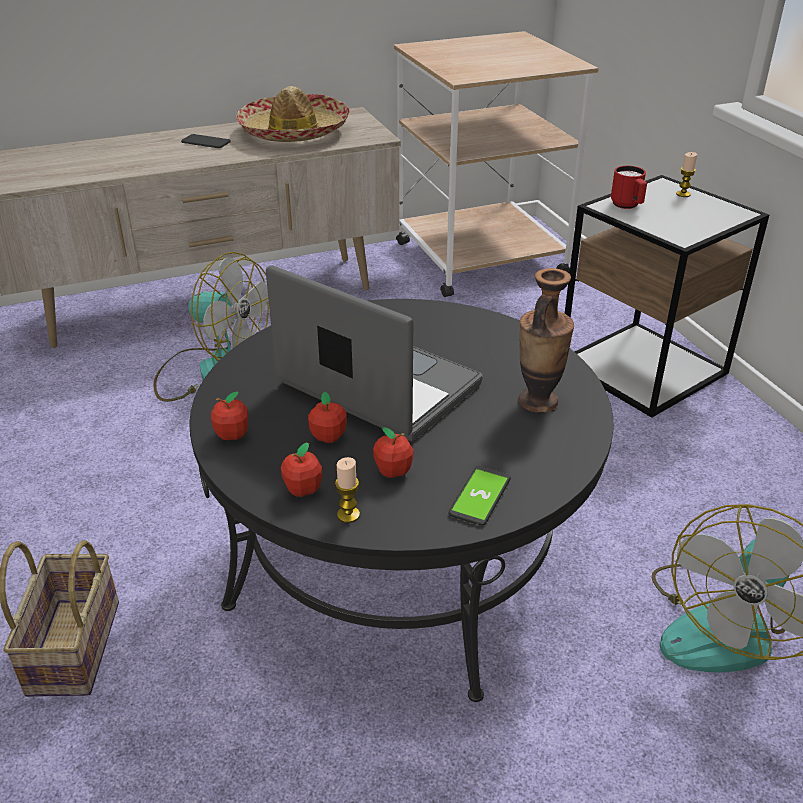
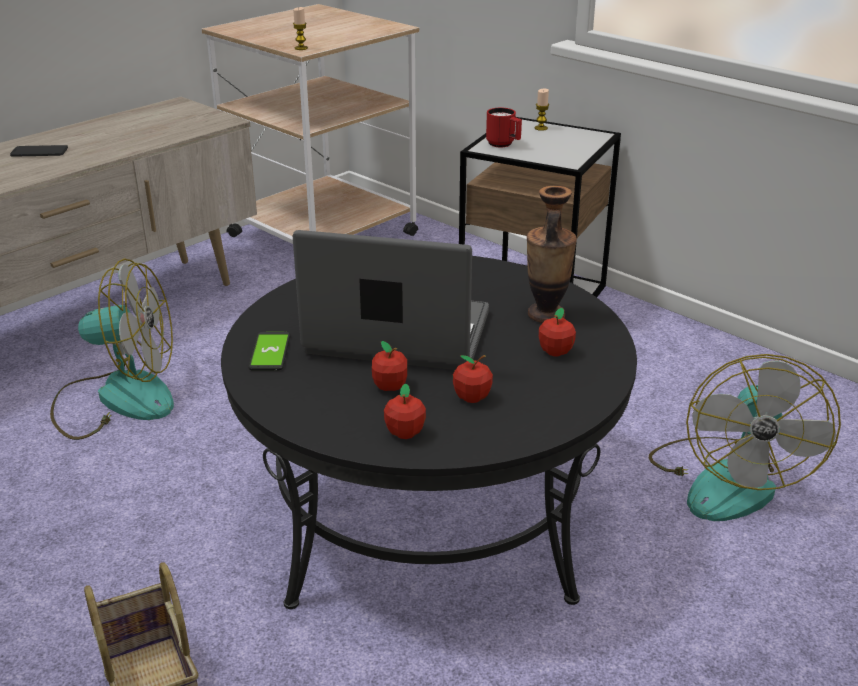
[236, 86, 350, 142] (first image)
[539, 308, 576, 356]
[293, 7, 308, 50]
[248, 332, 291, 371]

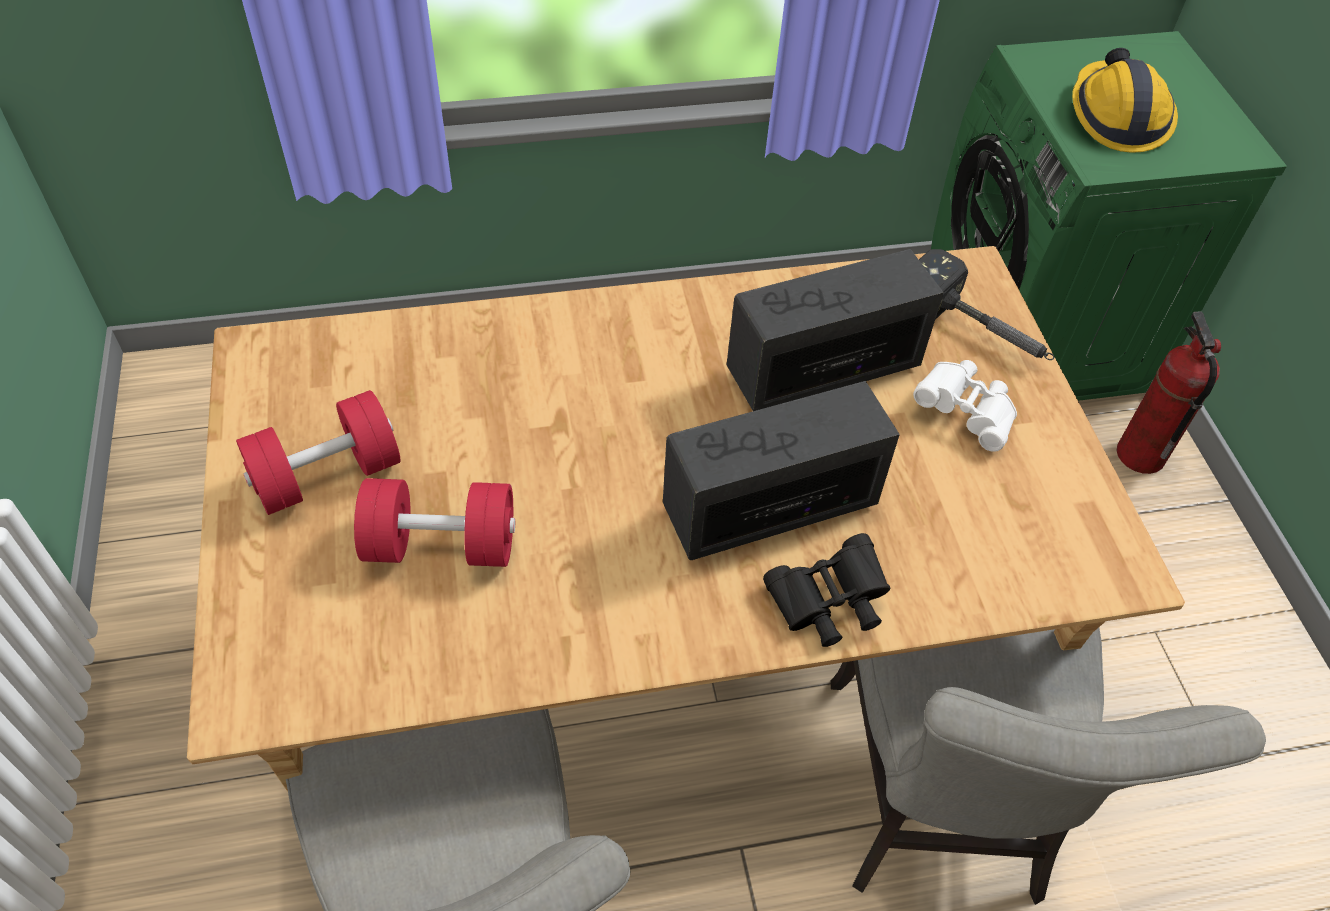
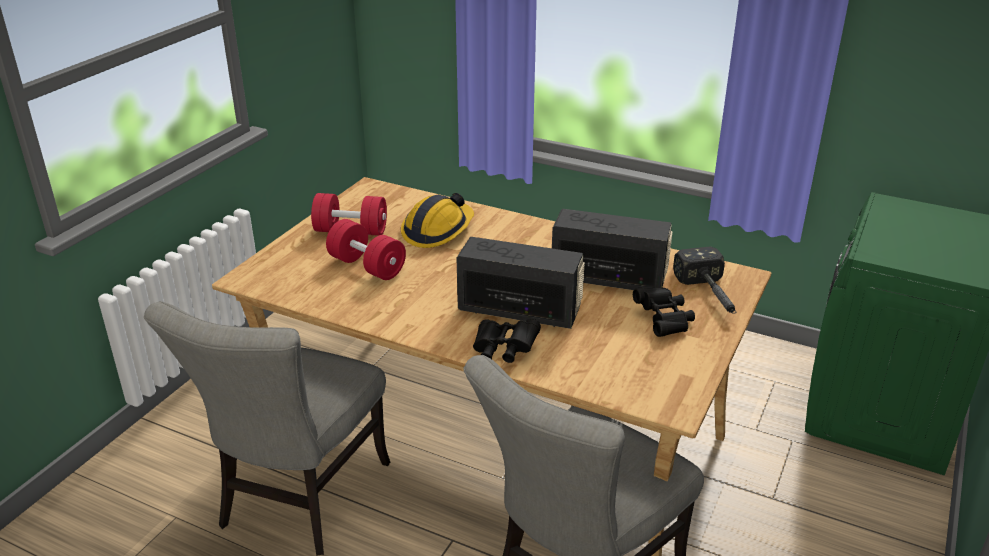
[401, 193, 474, 248]
[1116, 311, 1221, 474] (first image)
[633, 287, 695, 337]

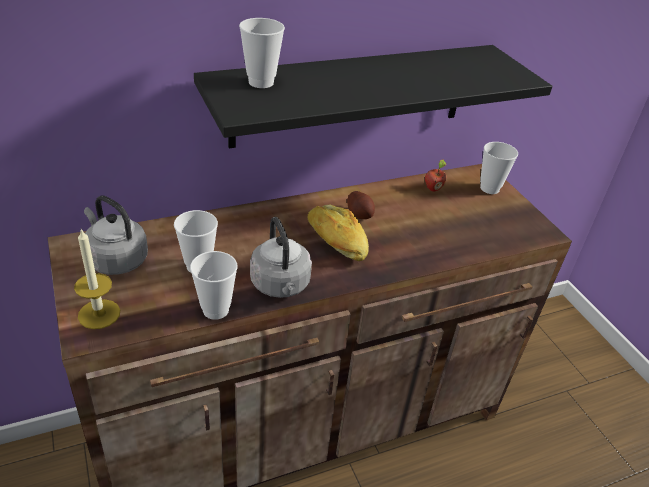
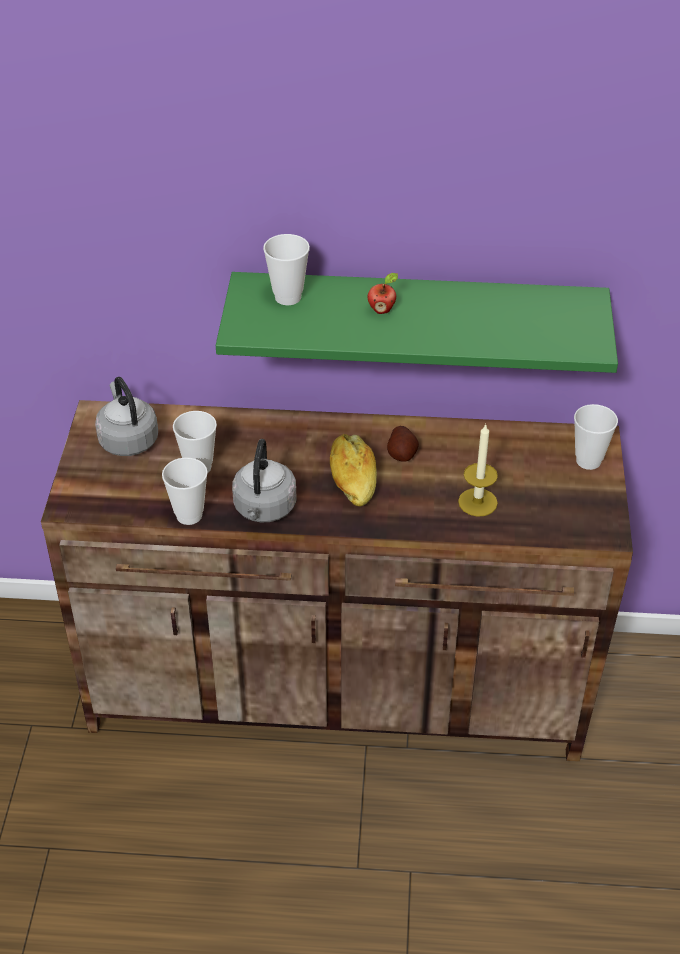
[216, 272, 618, 373]
[368, 273, 398, 314]
[458, 423, 498, 517]

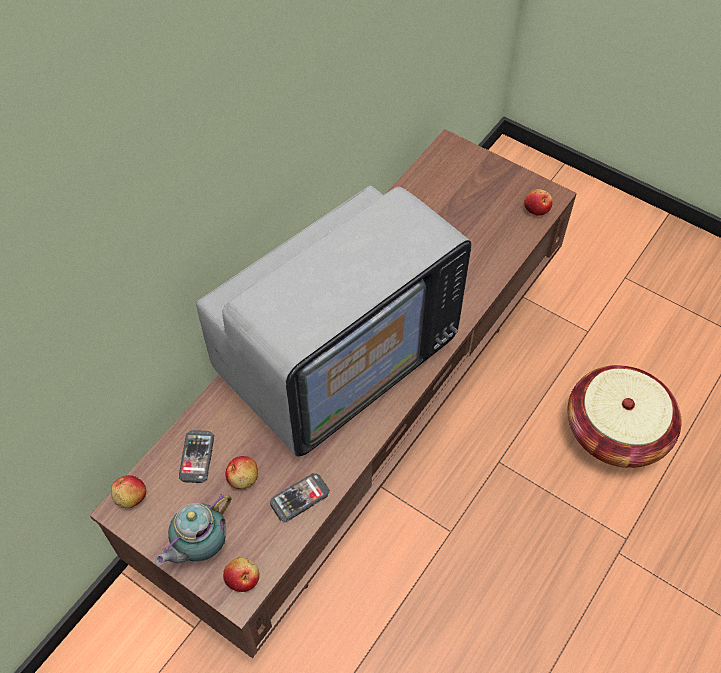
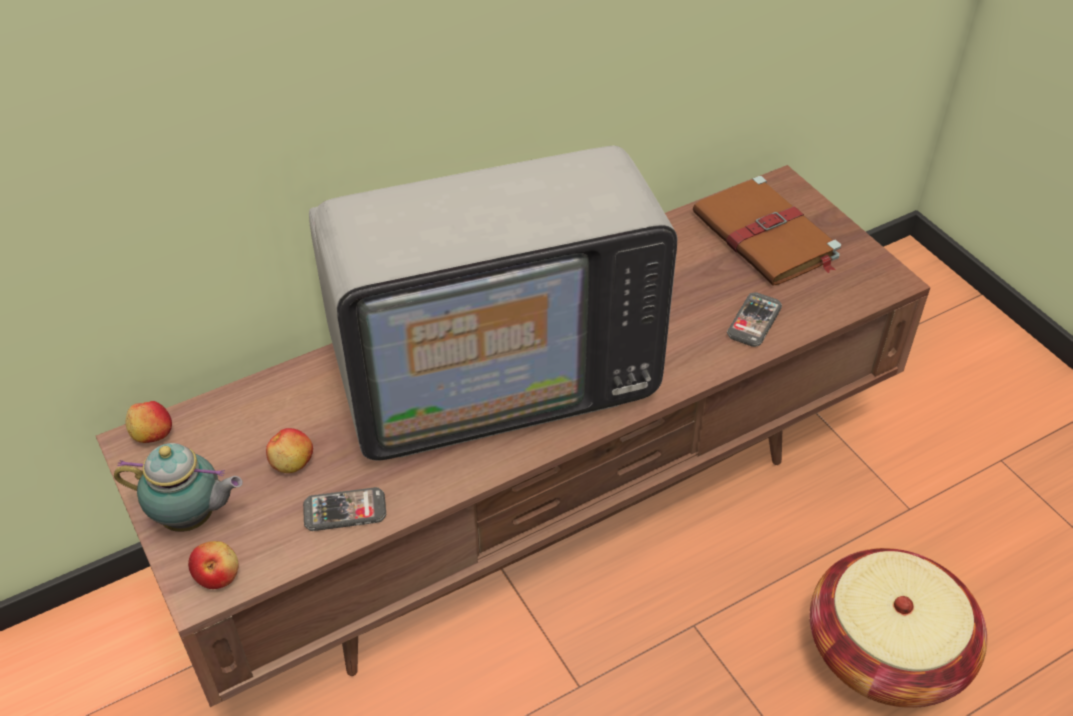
[524, 189, 553, 216] (first image)
[727, 292, 782, 347]
[114, 443, 243, 532]
[693, 176, 841, 286]

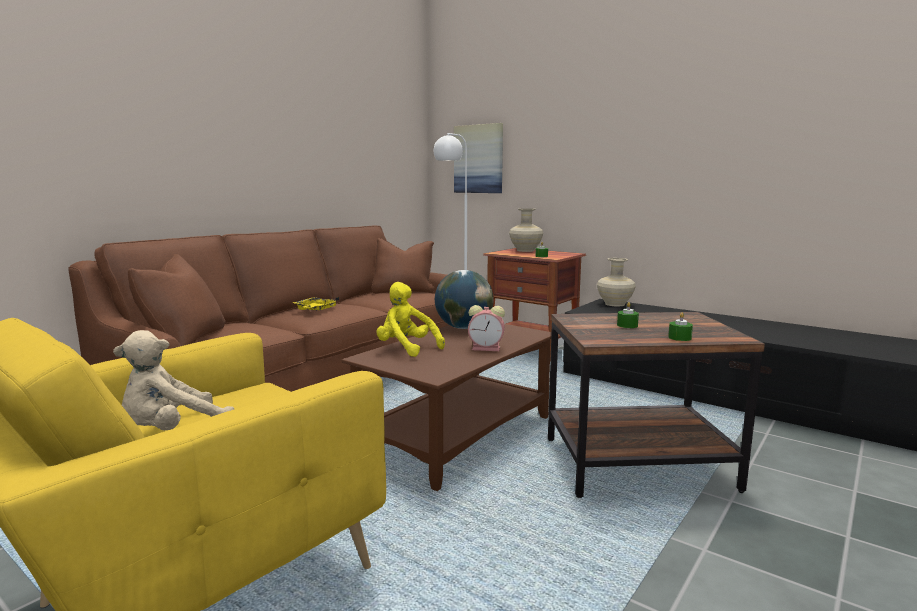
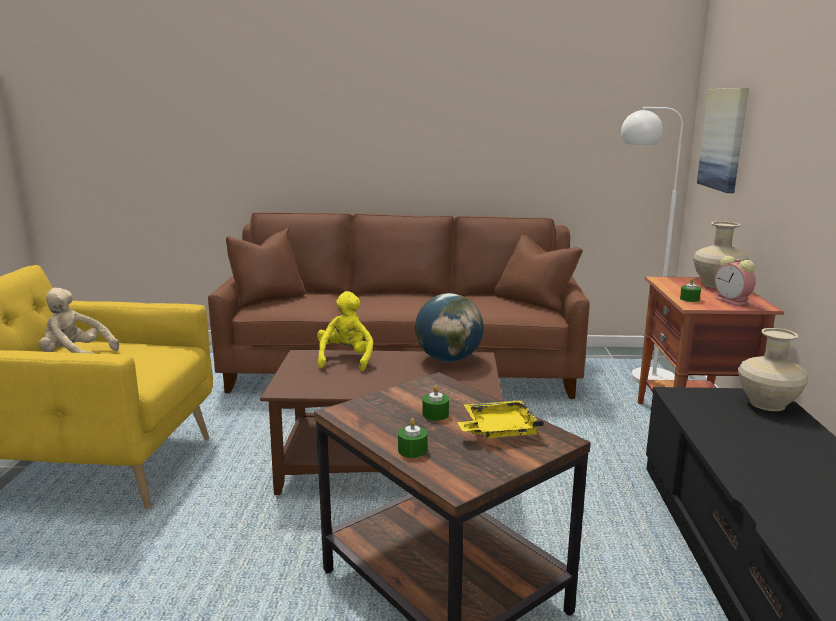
[457, 400, 544, 439]
[715, 256, 756, 306]

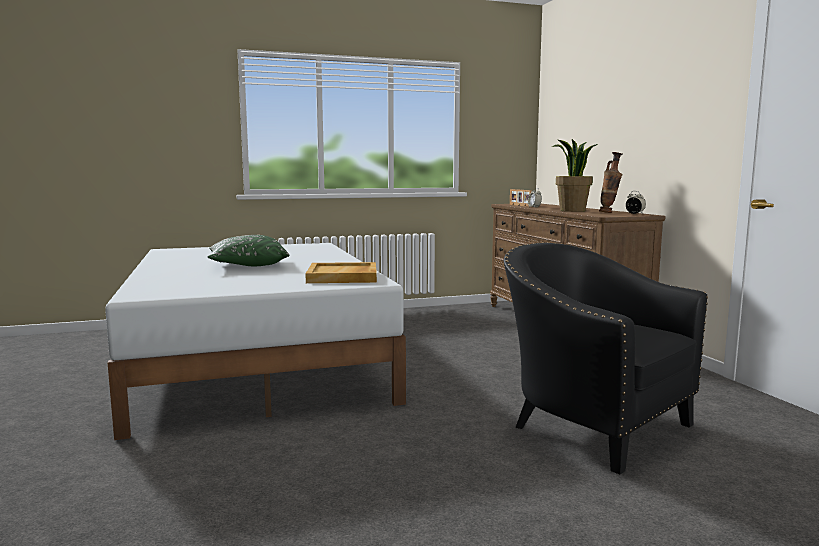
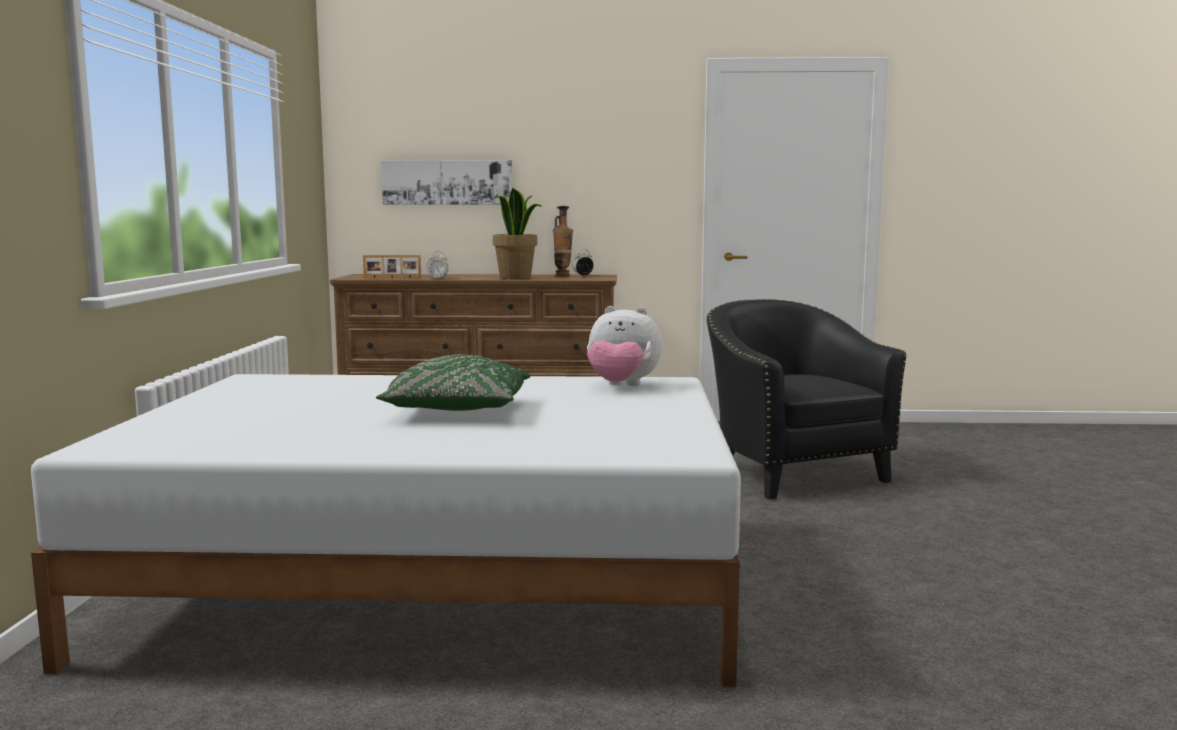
[707, 299, 906, 499]
[587, 306, 662, 386]
[381, 160, 512, 205]

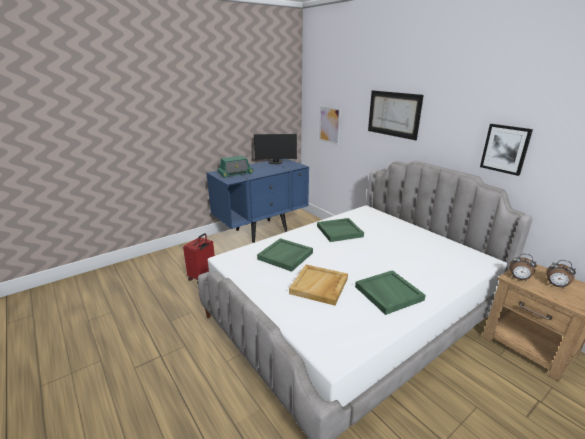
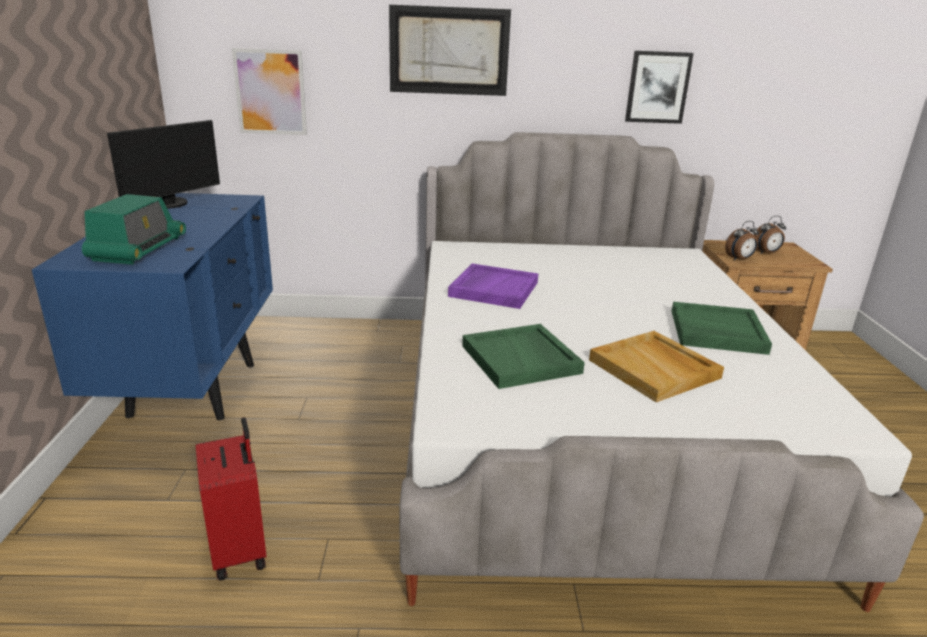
[448, 263, 538, 309]

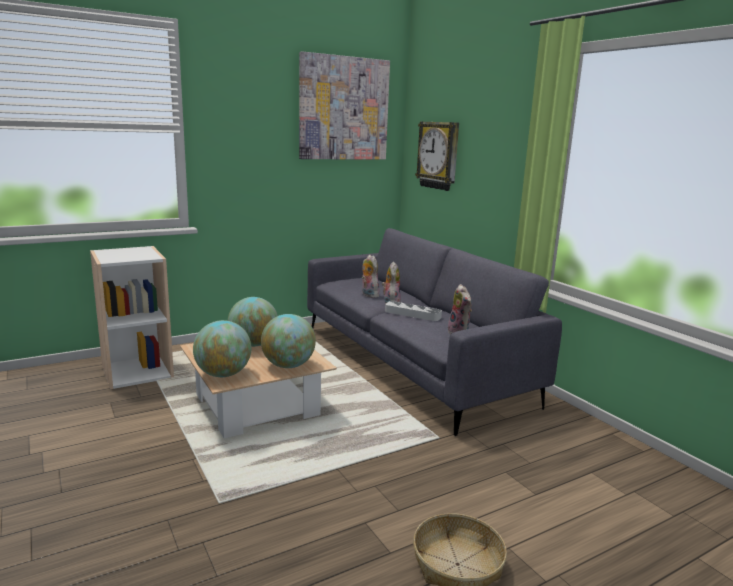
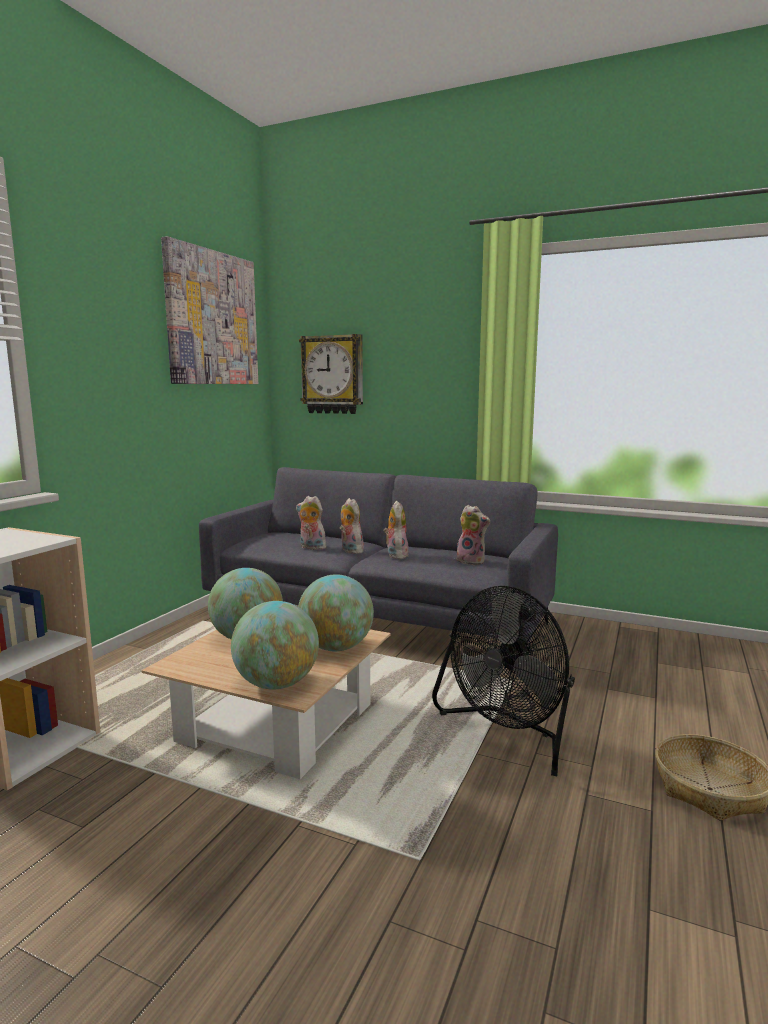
[384, 501, 409, 559]
[432, 586, 575, 776]

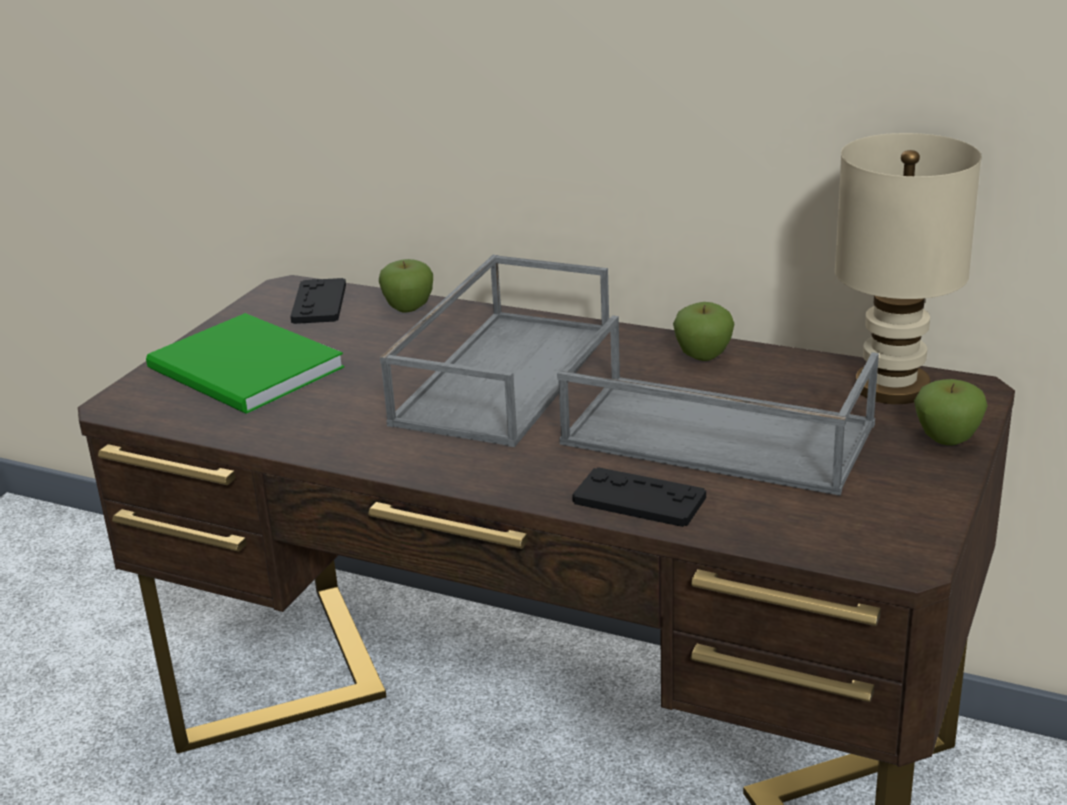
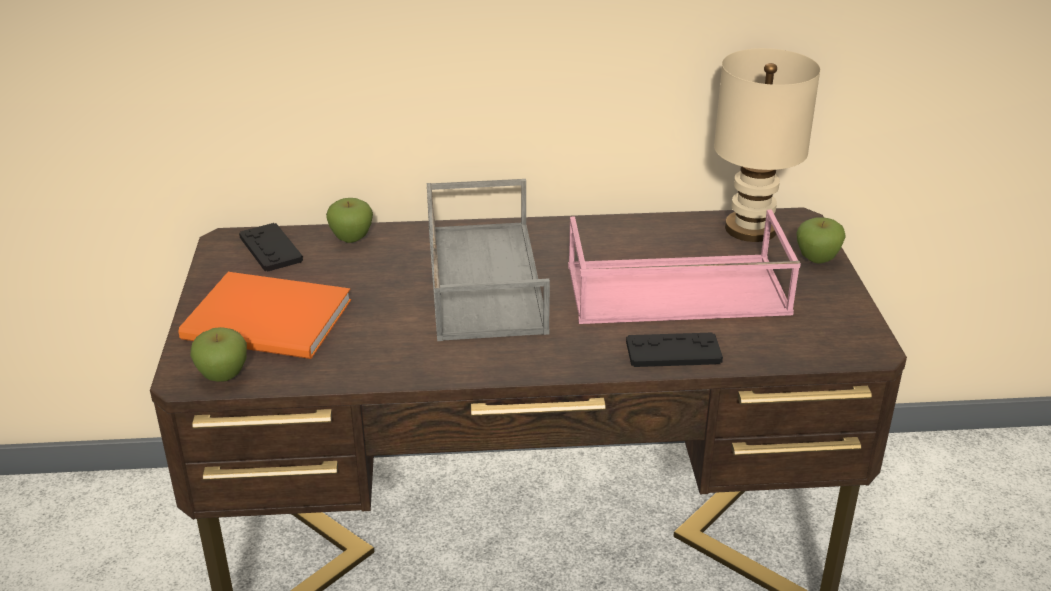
[190, 327, 247, 382]
[178, 272, 351, 359]
[568, 210, 801, 324]

